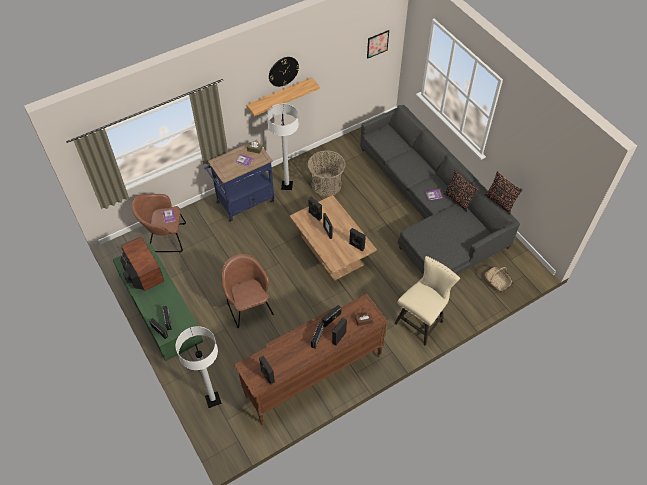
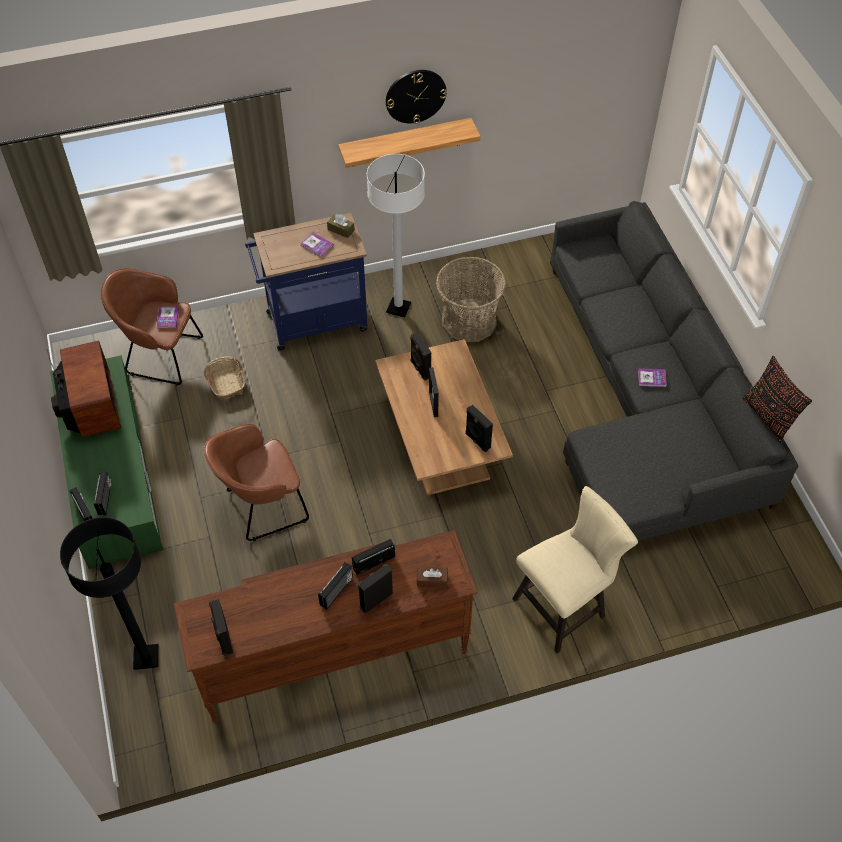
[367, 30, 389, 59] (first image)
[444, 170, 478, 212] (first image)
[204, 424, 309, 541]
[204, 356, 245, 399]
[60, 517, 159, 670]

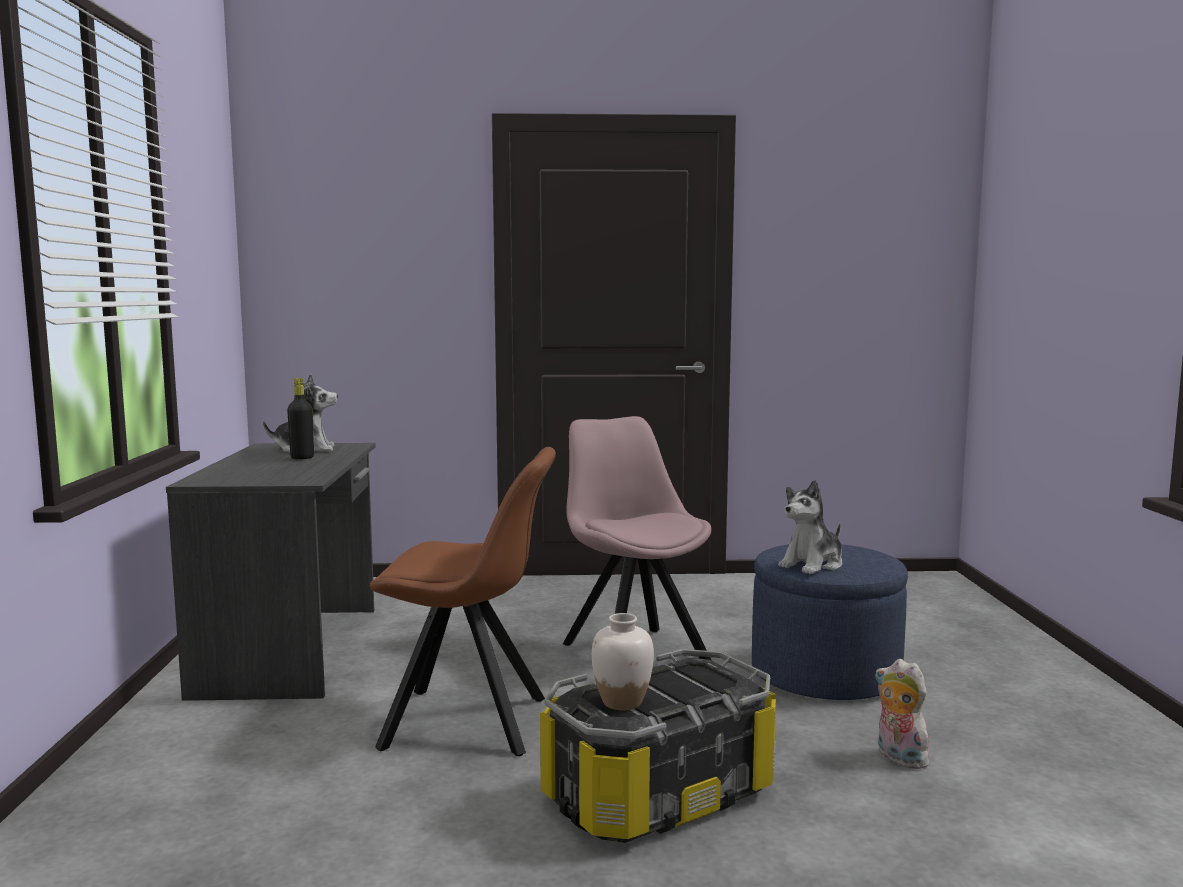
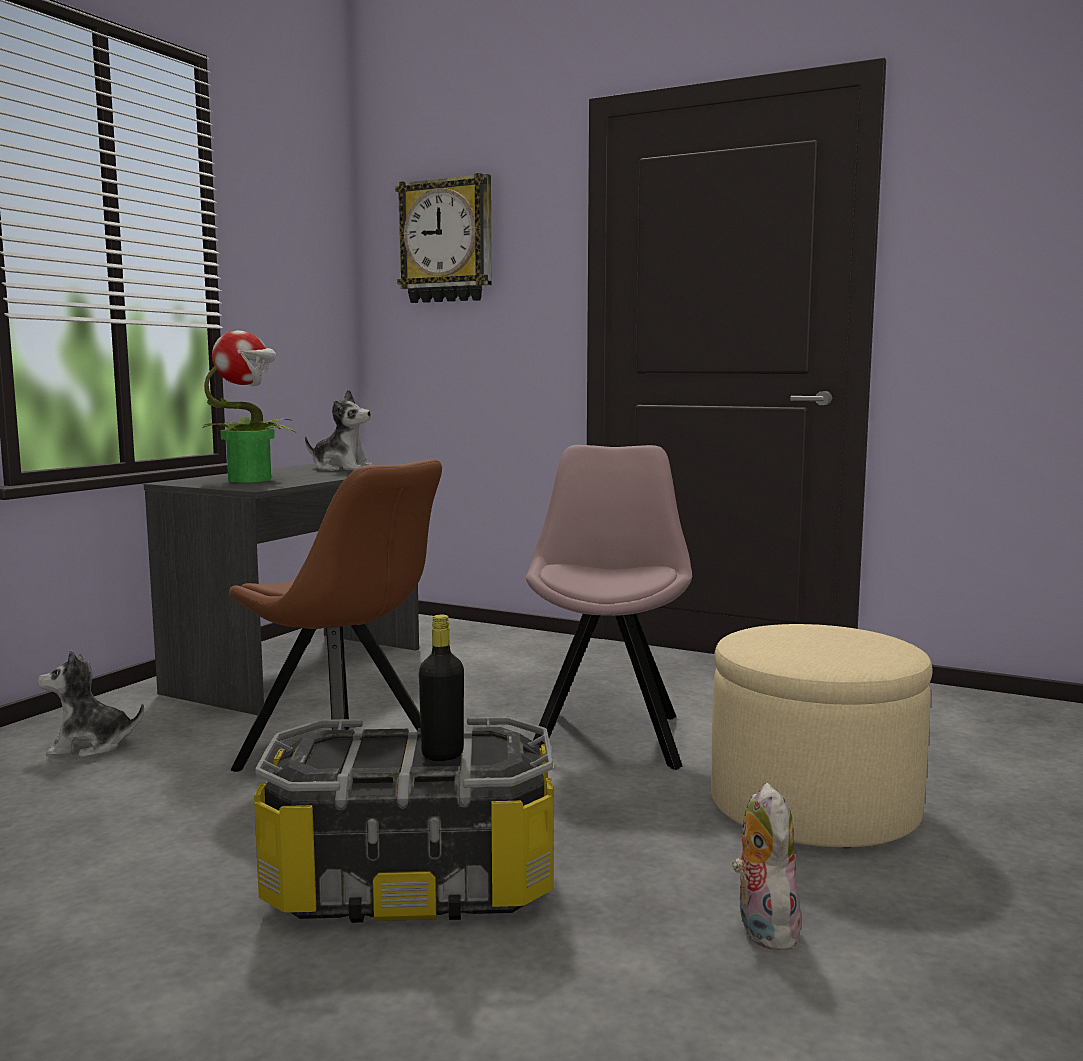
[419, 615, 464, 761]
[38, 650, 144, 758]
[711, 624, 933, 848]
[592, 613, 654, 710] (first image)
[395, 173, 492, 303]
[203, 330, 297, 482]

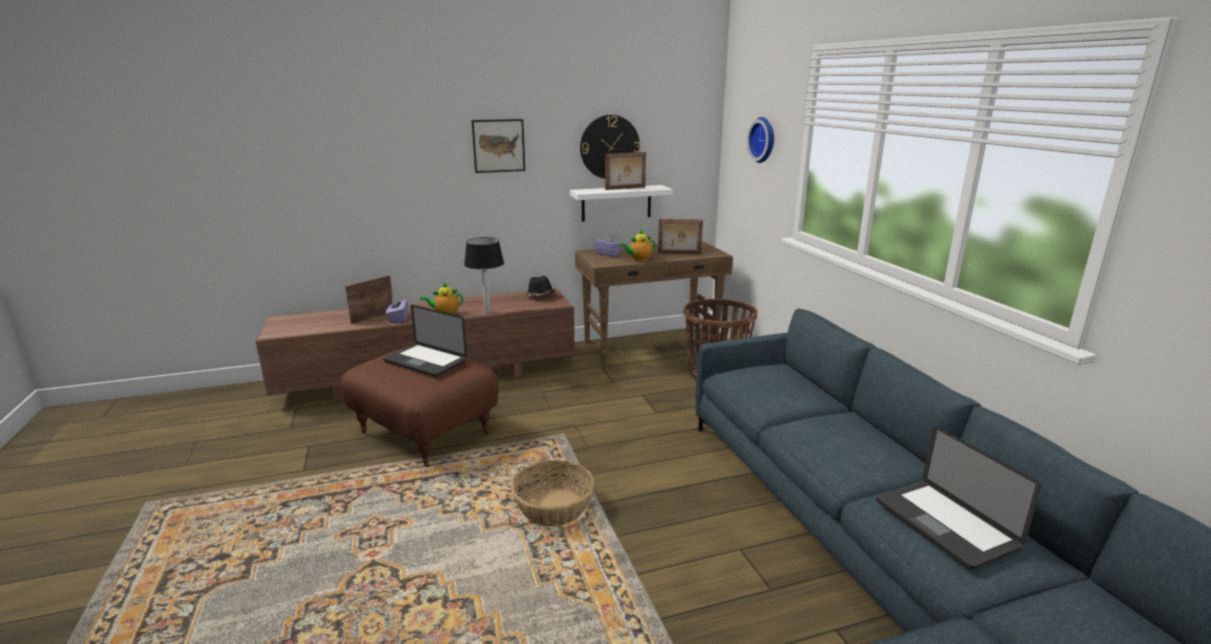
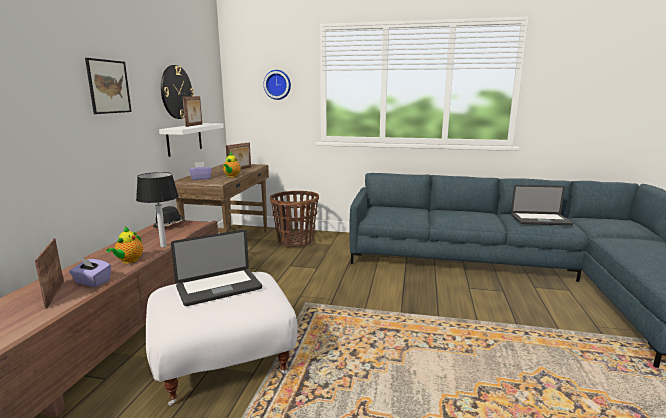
[146, 272, 298, 406]
[511, 460, 594, 527] (first image)

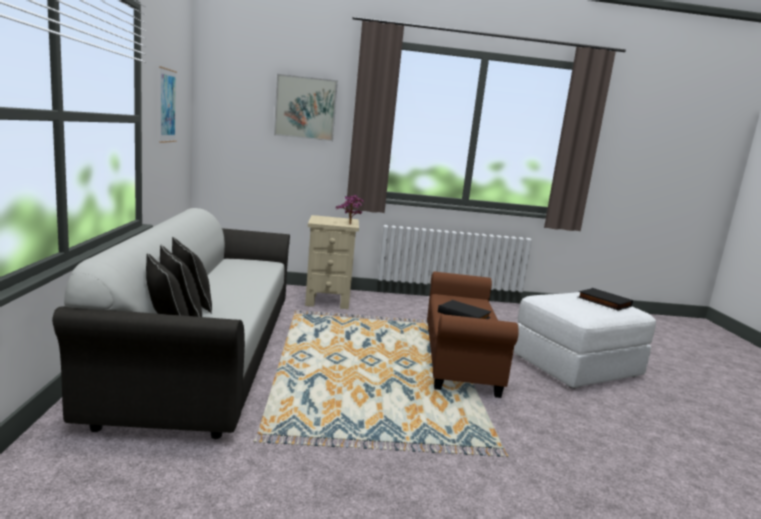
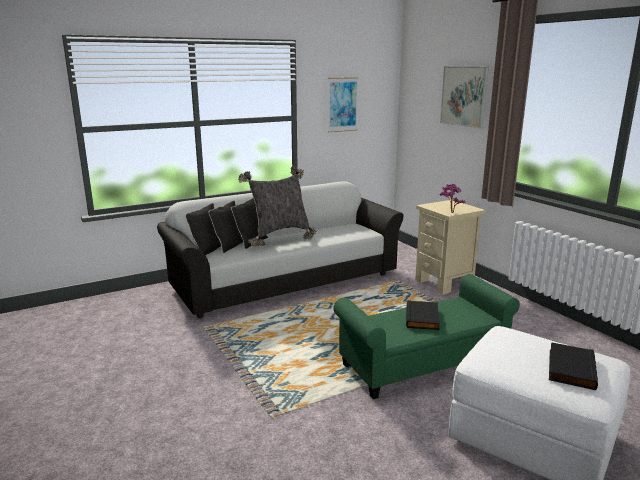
[333, 274, 520, 399]
[239, 166, 317, 247]

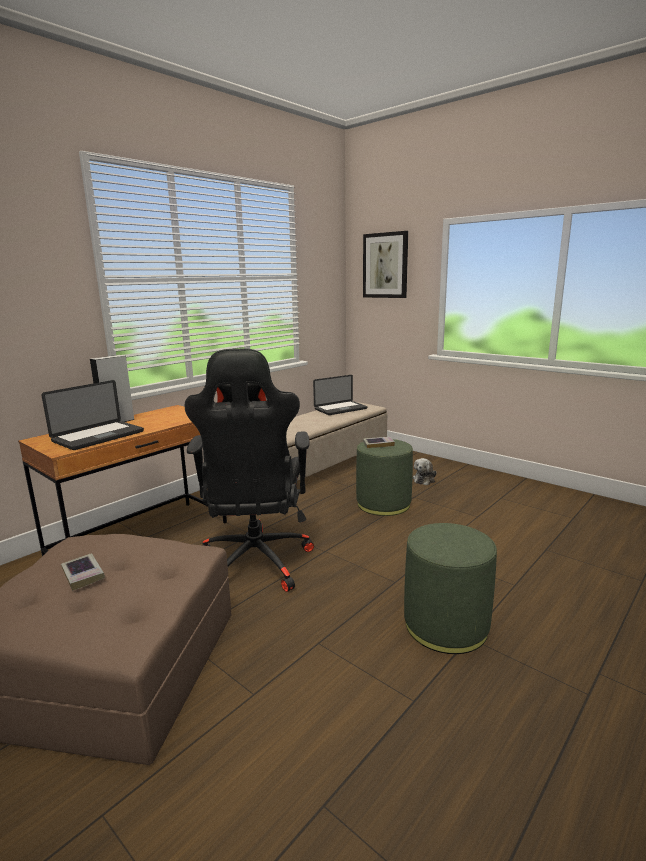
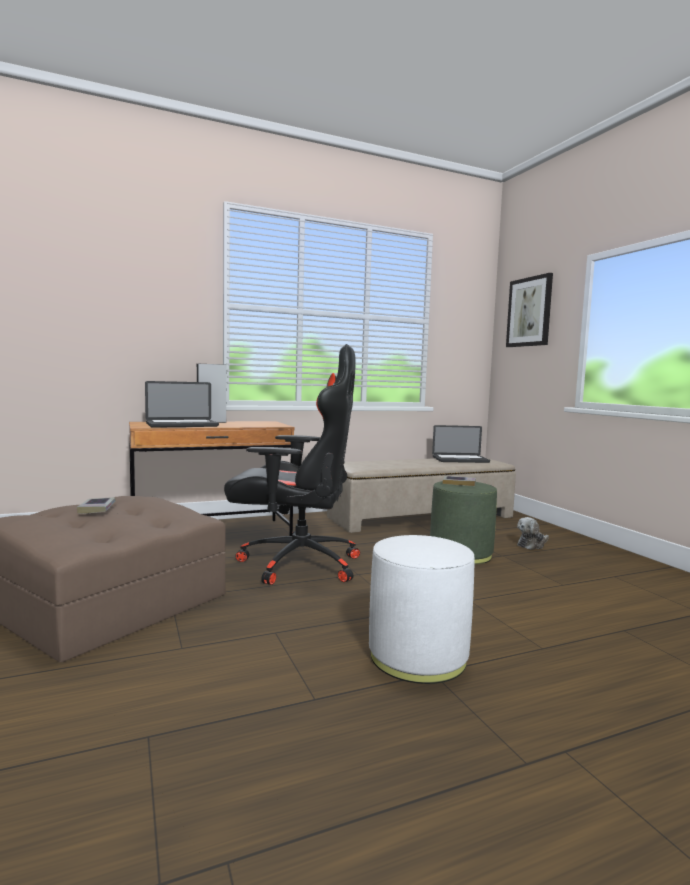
[224, 344, 360, 585]
[369, 535, 475, 684]

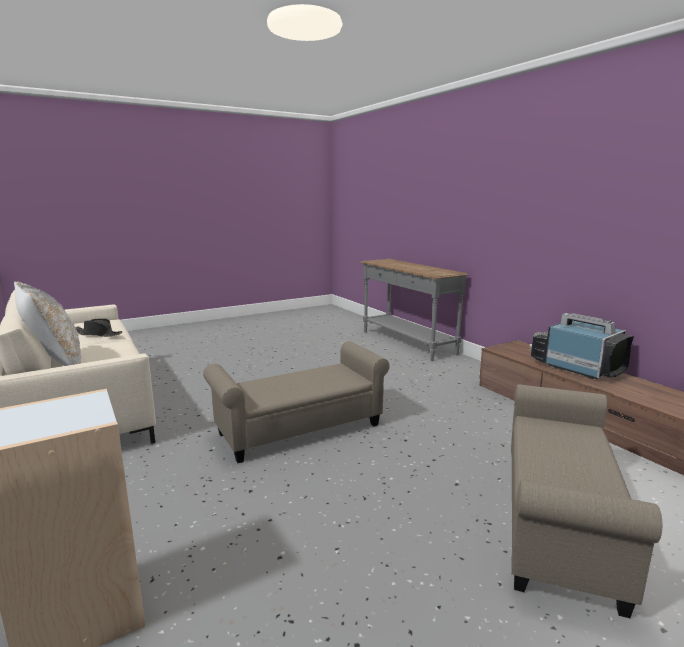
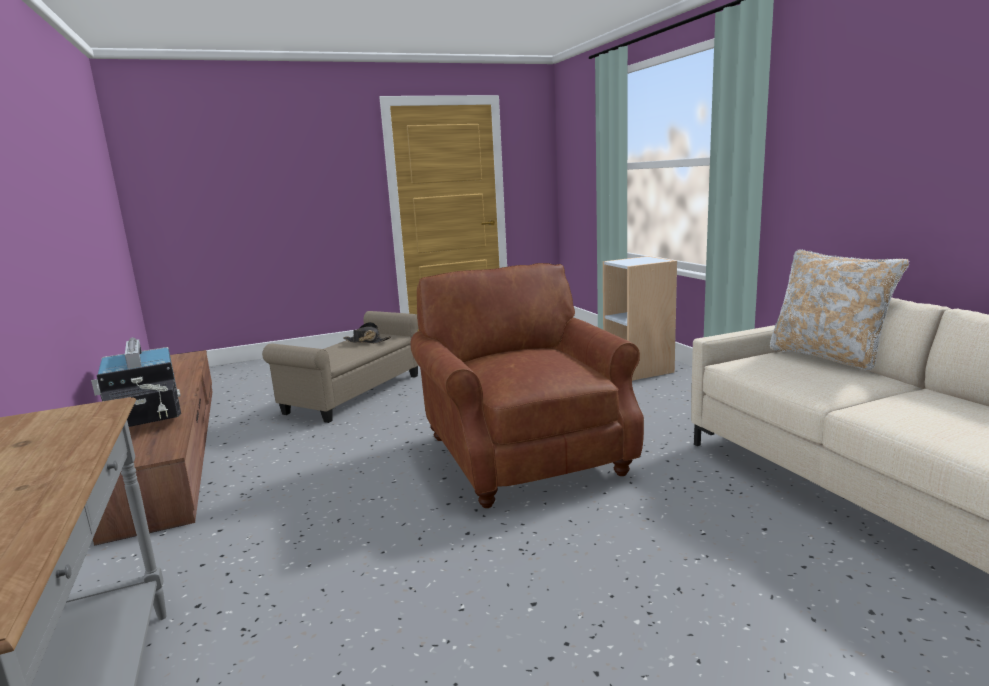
[343, 322, 392, 344]
[410, 263, 644, 508]

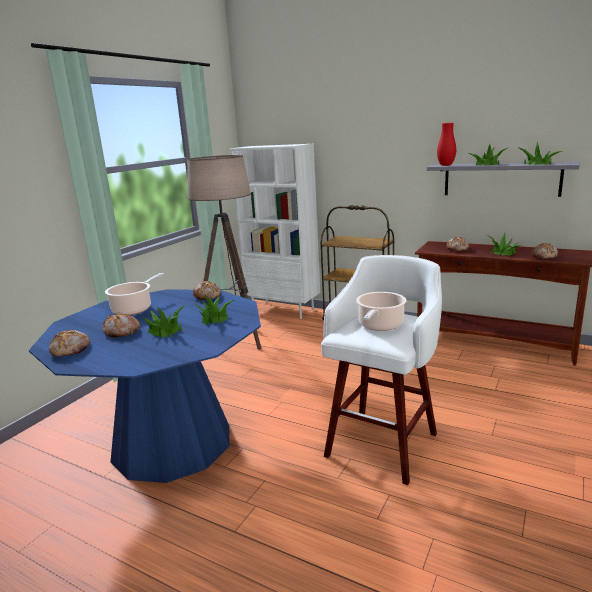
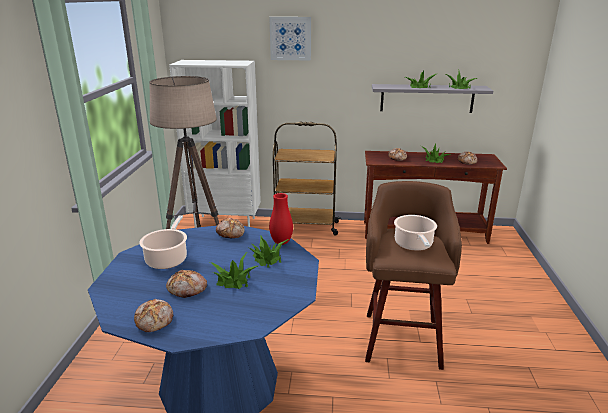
[269, 193, 293, 245]
[365, 181, 462, 370]
[269, 17, 311, 61]

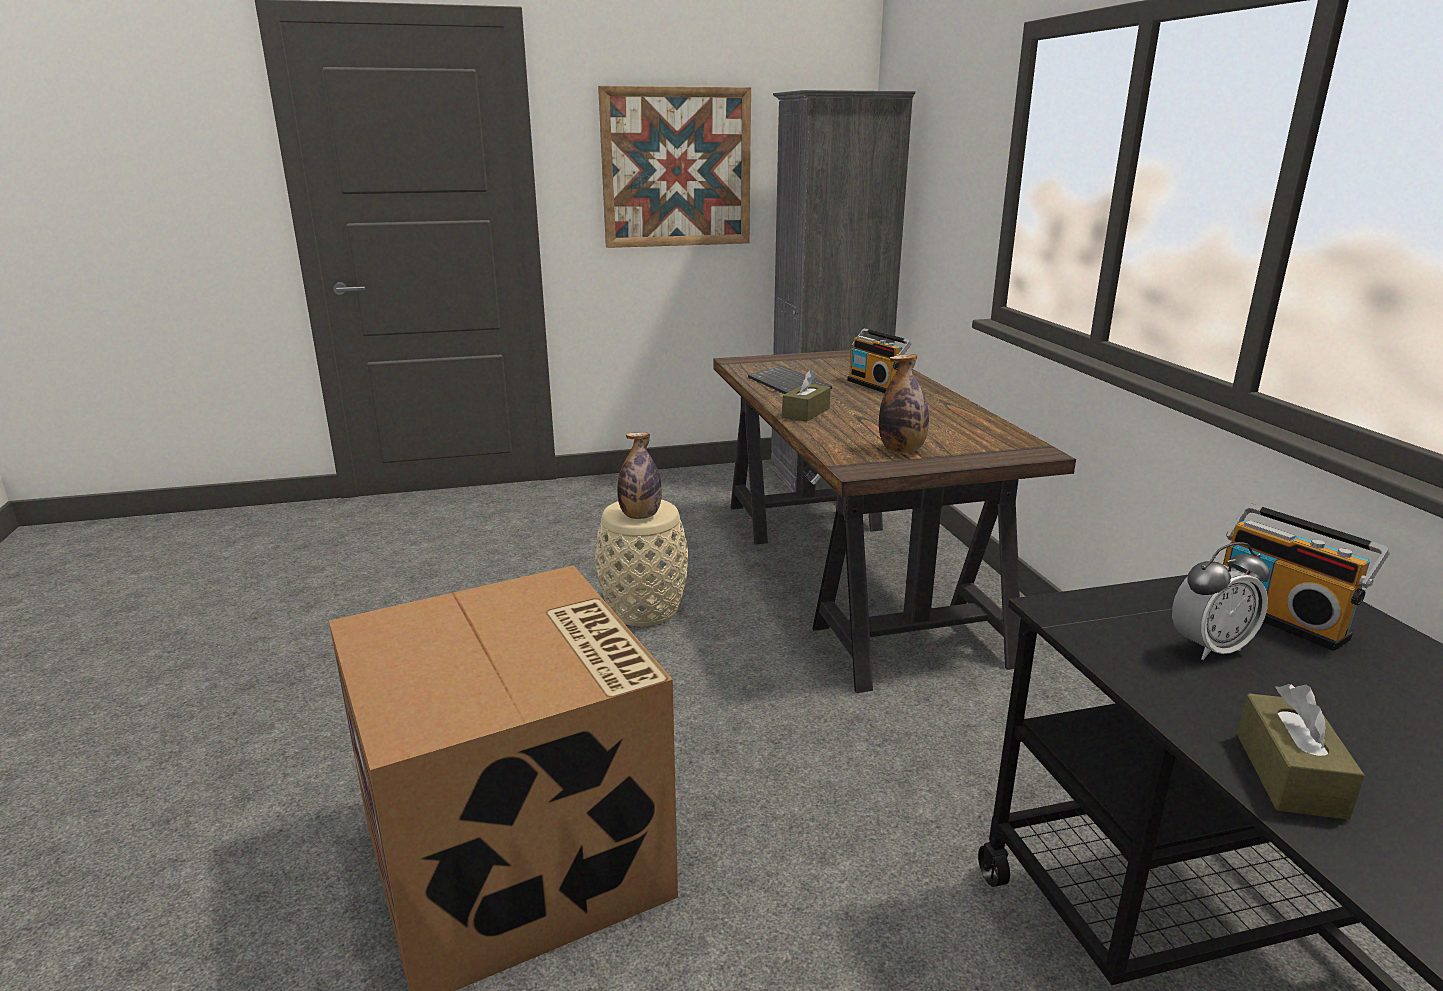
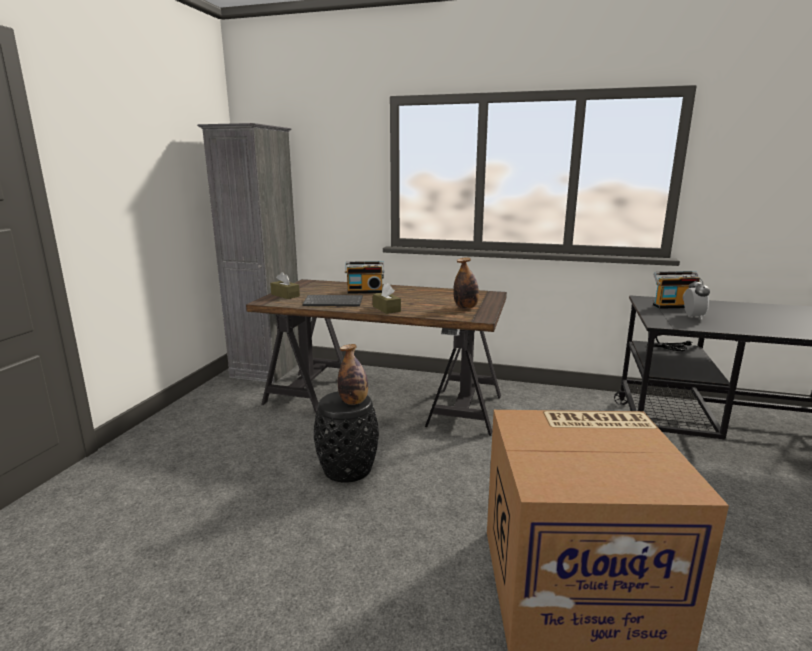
[598, 86, 751, 248] (first image)
[314, 391, 379, 483]
[270, 272, 300, 299]

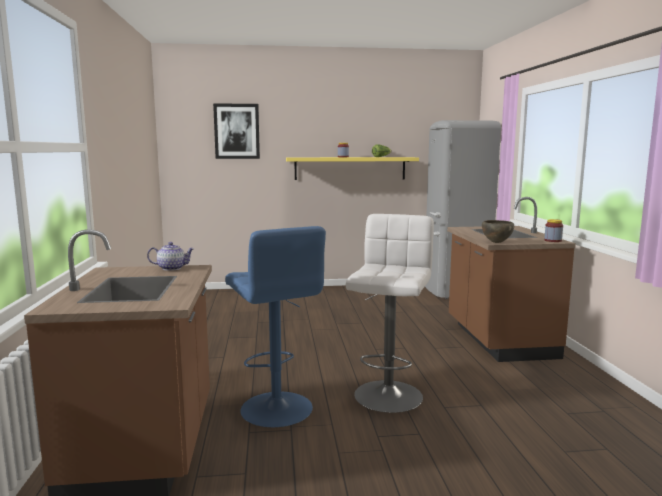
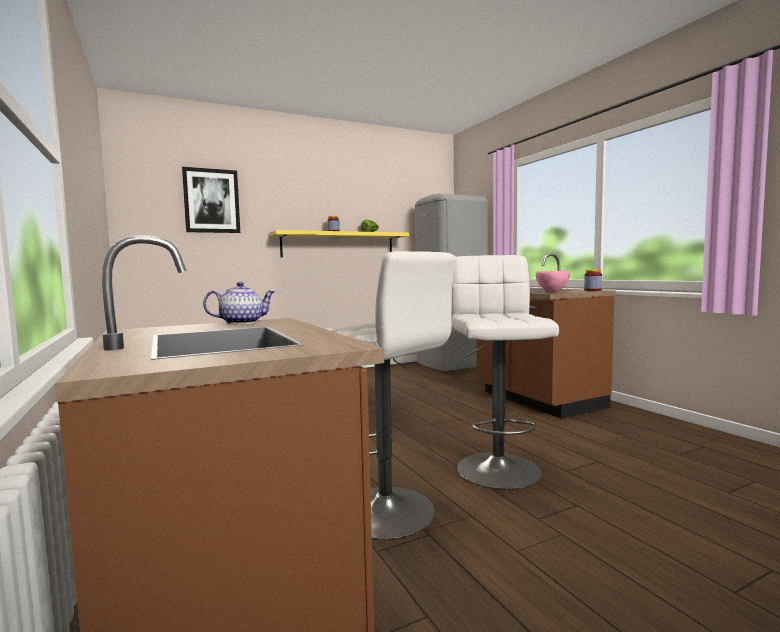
[536, 271, 570, 293]
[324, 251, 456, 539]

